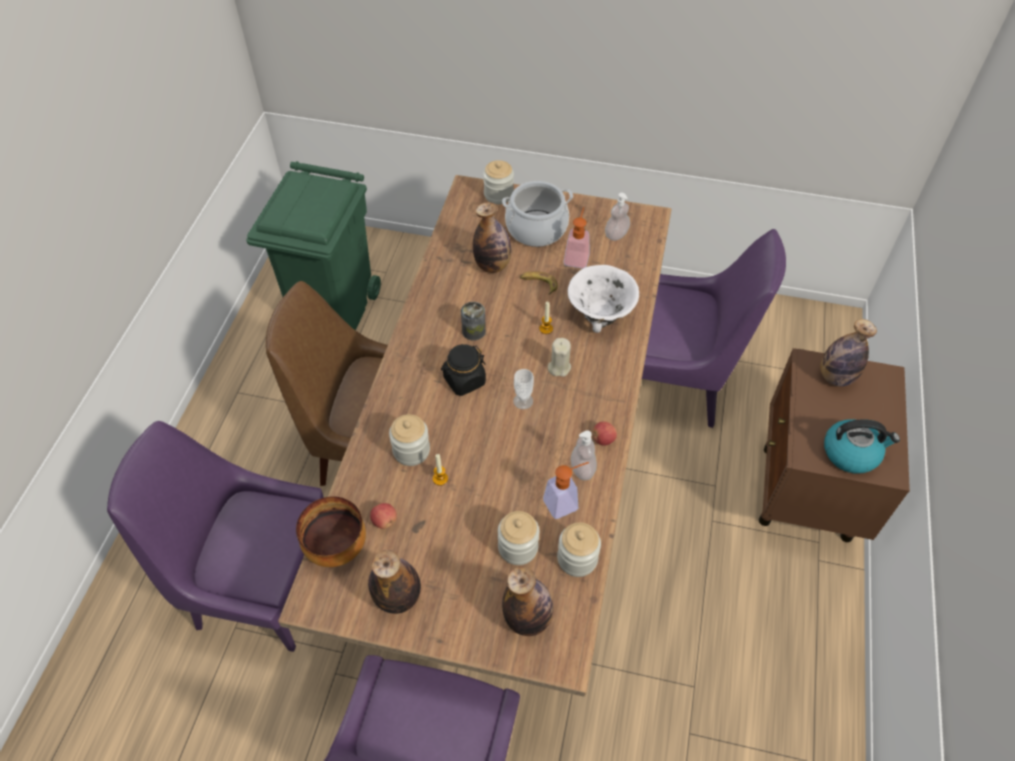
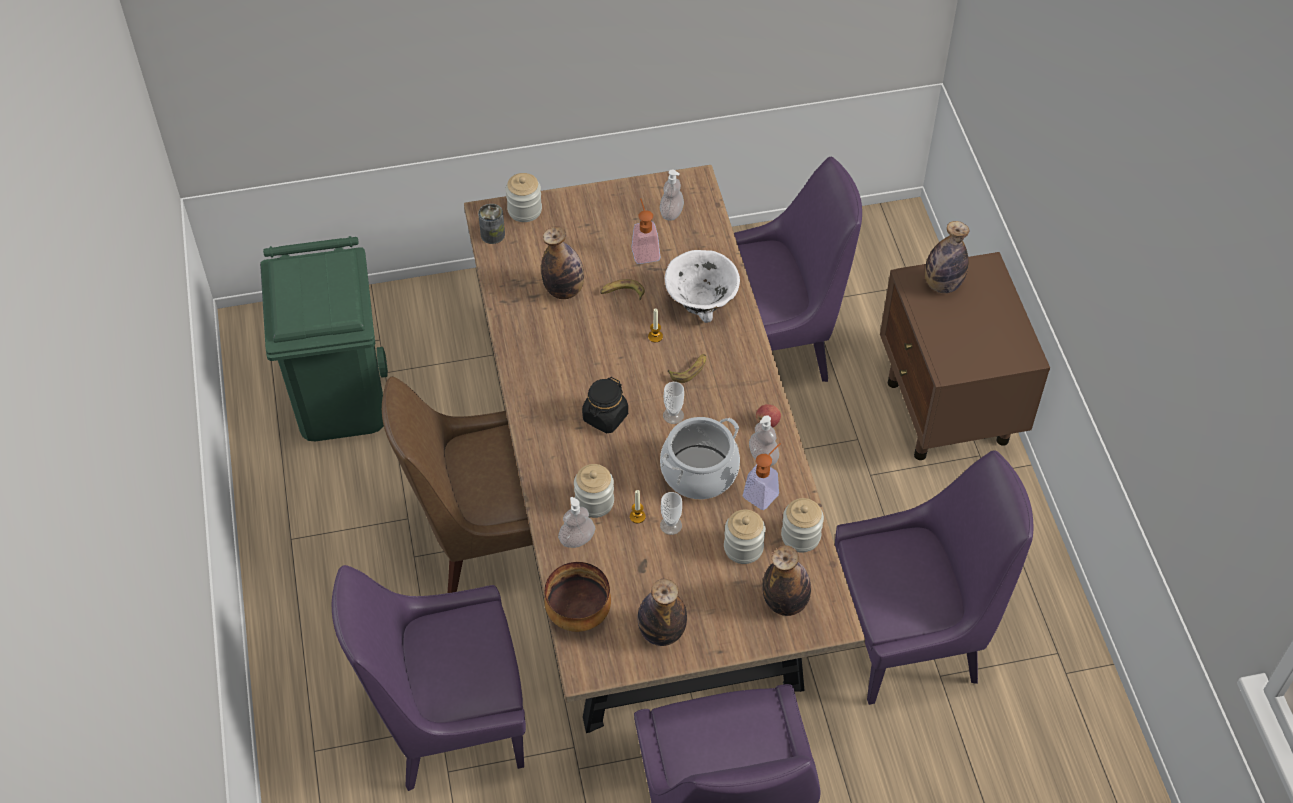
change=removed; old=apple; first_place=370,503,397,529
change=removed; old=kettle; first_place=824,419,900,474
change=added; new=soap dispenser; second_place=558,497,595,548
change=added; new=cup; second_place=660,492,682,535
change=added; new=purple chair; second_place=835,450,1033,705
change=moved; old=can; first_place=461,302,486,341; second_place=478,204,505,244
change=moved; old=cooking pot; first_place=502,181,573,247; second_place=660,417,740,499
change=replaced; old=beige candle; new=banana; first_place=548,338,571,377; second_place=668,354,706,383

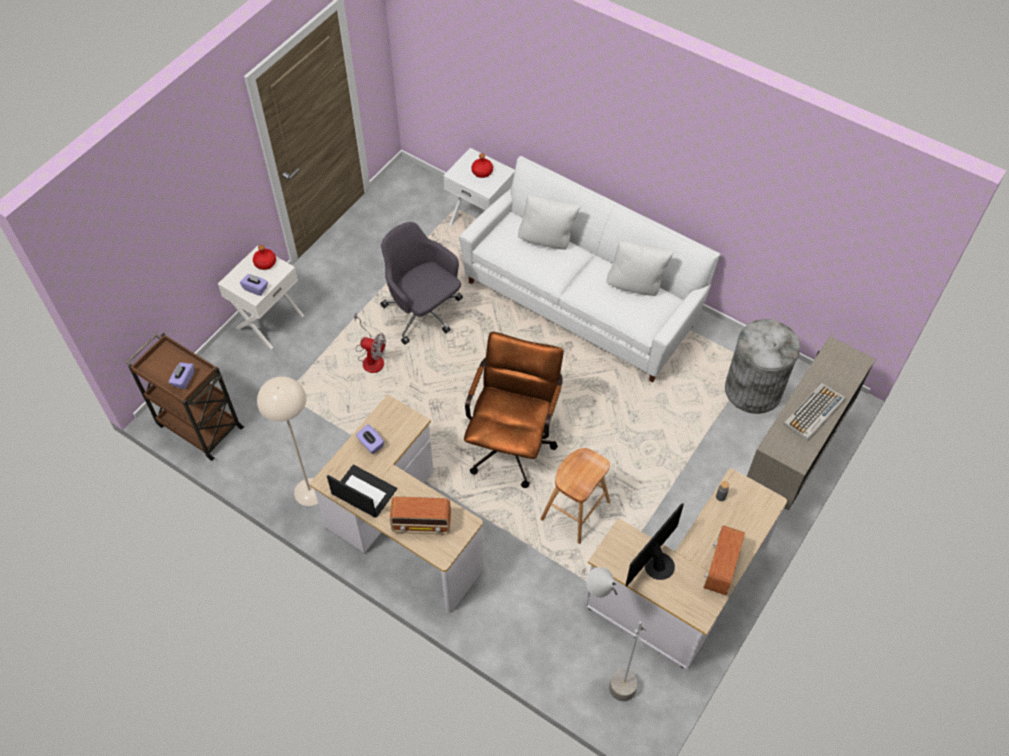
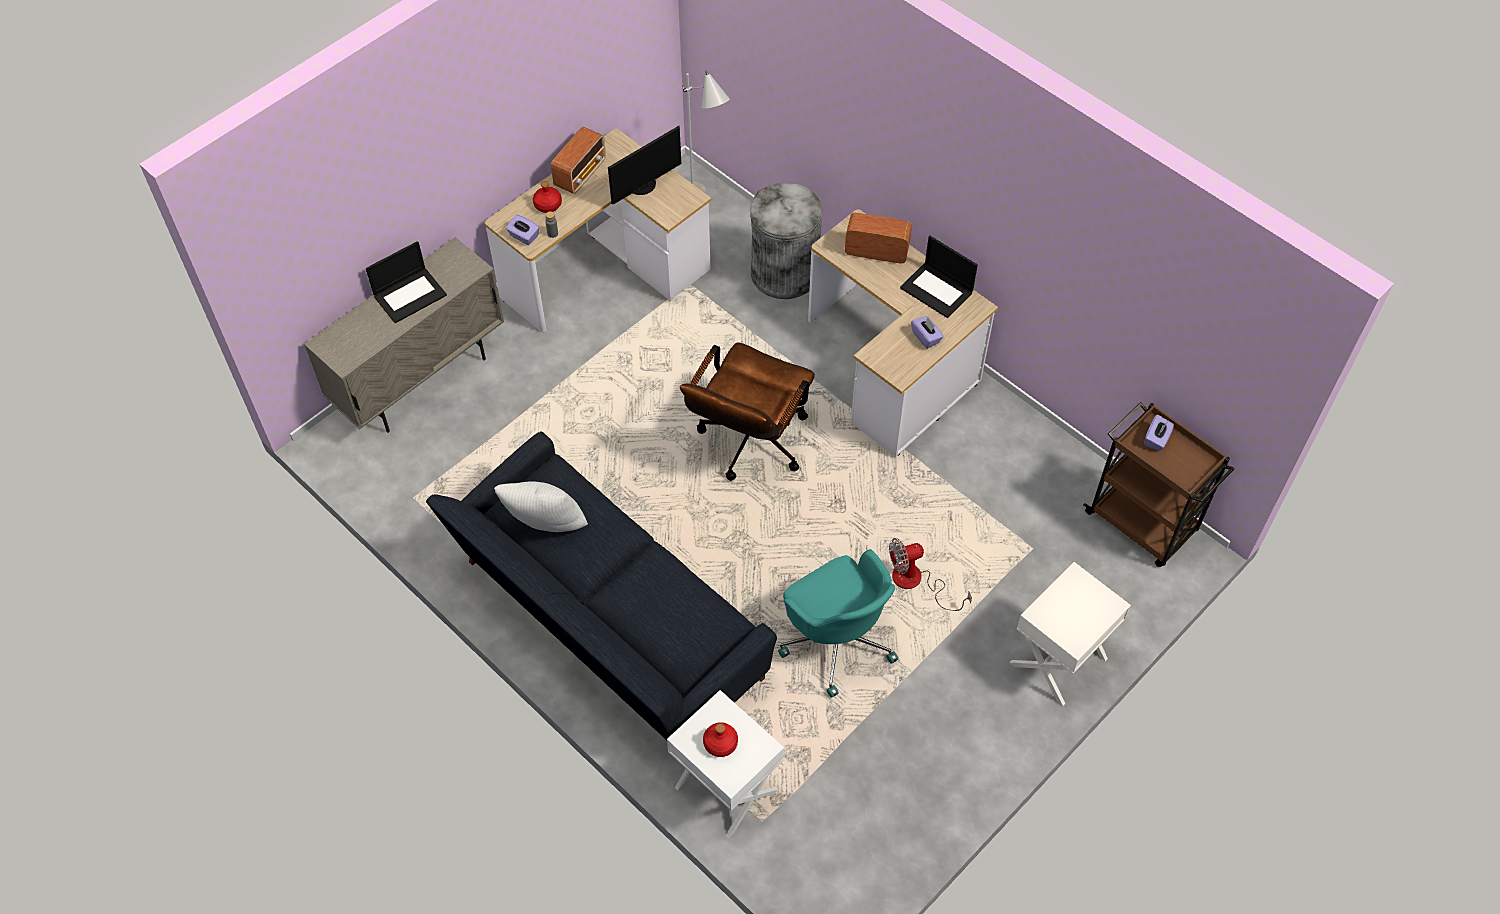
change=removed; old=beige floor lamp; first_place=257,376,318,506
change=removed; old=white pillow; first_place=518,195,581,250
change=removed; old=brown stool; first_place=541,448,611,544
change=moved; old=purple tissue box; first_place=240,274,268,296; second_place=506,214,540,245
change=moved; old=red bottle; first_place=253,245,276,270; second_place=533,181,562,213
change=moved; old=grey trash can; first_place=725,319,800,414; second_place=750,183,822,299
change=replaced; old=keyboard; new=laptop; first_place=783,383,846,442; second_place=366,241,447,323
change=recoloured; old=grey office chair; new=turquoise office chair; first_place=380,222,463,345; second_place=778,549,898,698
change=recoloured; old=white sofa; new=black sofa; first_place=459,156,720,382; second_place=426,431,777,740
change=turned; old=fan; first_place=354,313,386,373; second_place=889,538,972,611; degrees=-45

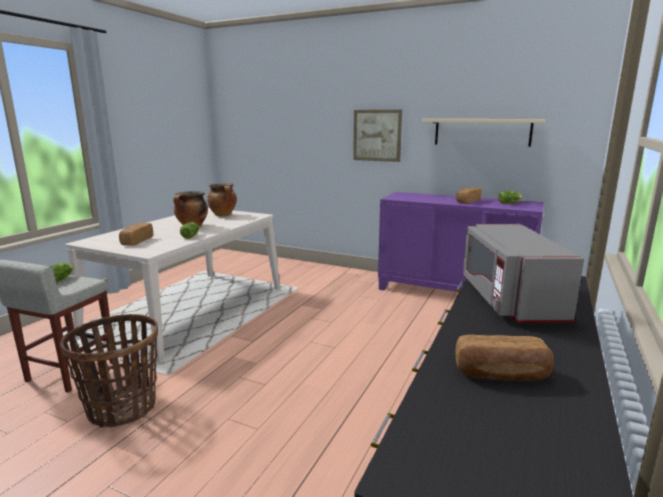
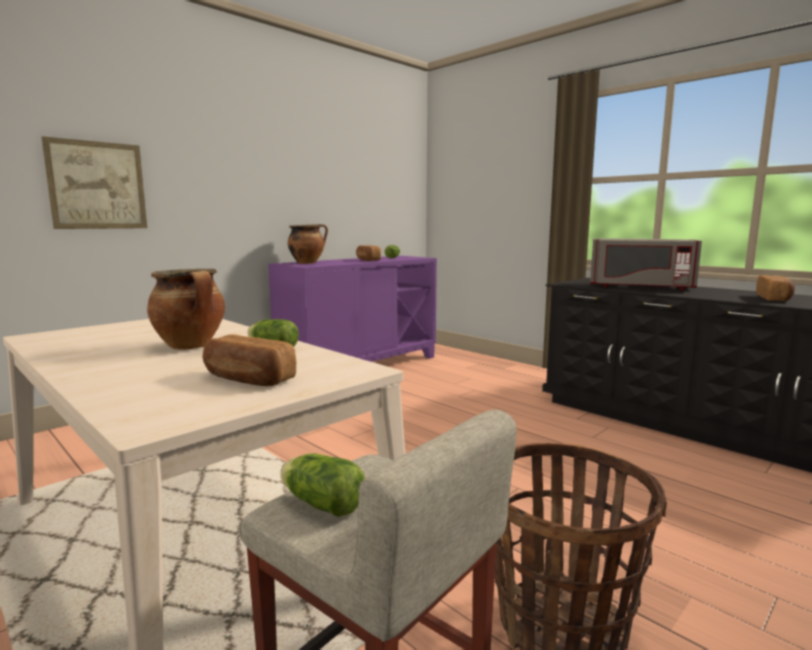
change=removed; old=beige shelf; first_place=422,119,545,147
change=moved; old=cooking pot; first_place=207,183,237,216; second_place=288,224,328,264
change=moved; old=picture; first_place=353,110,402,162; second_place=41,136,147,229

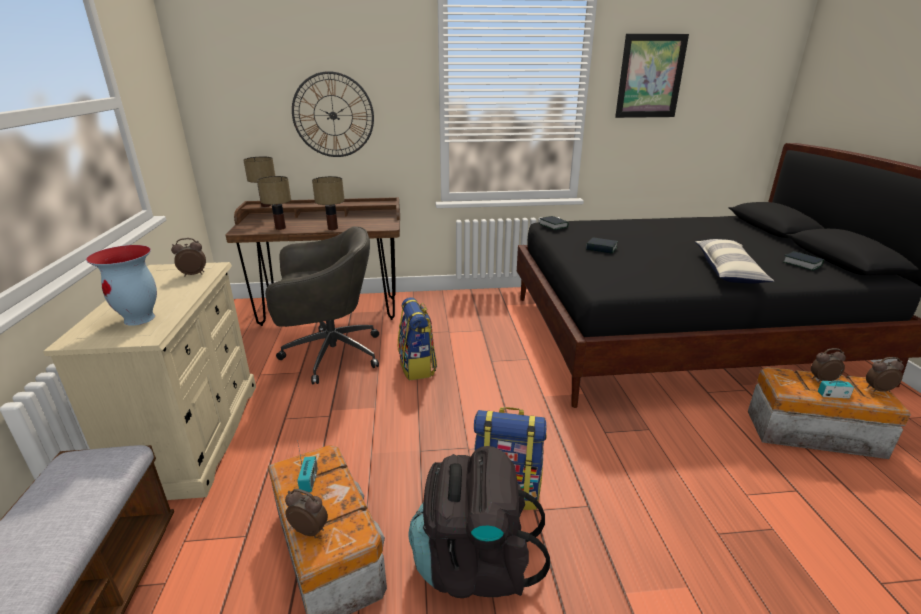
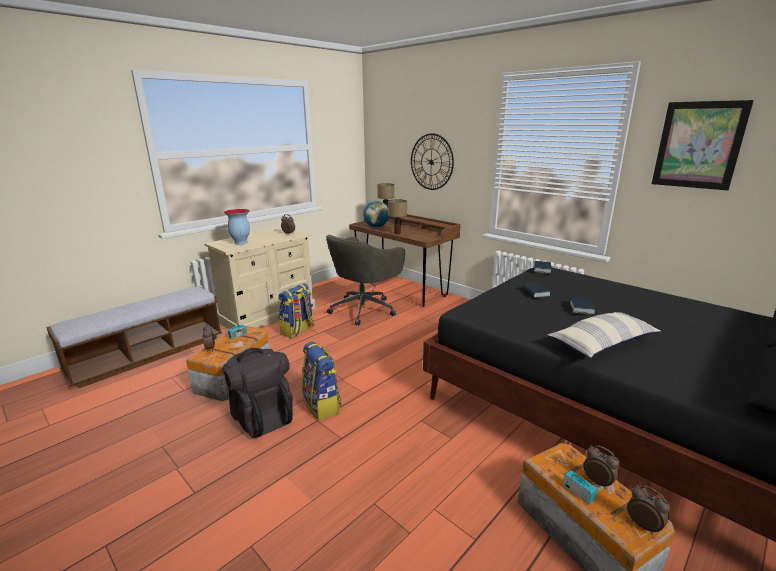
change=moved; old=backpack; first_place=398,297,437,380; second_place=278,283,314,338
change=moved; old=book; first_place=783,251,824,271; second_place=569,297,596,315
change=replaced; old=table lamp; new=globe; first_place=257,176,291,230; second_place=363,201,389,228
change=turned; old=grey office chair; first_place=265,227,379,384; second_place=326,235,405,325; degrees=90

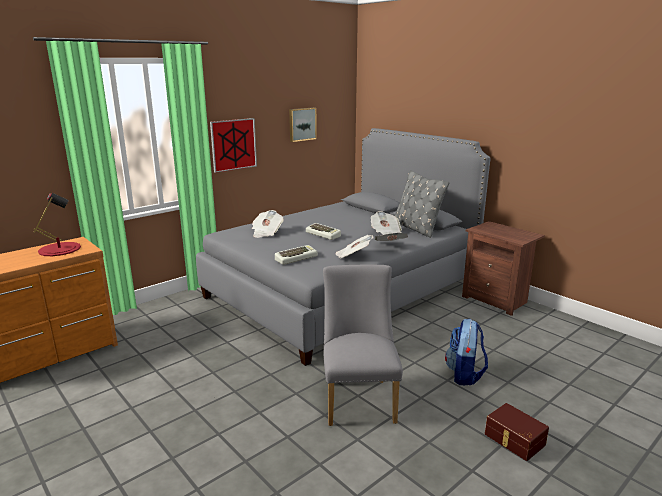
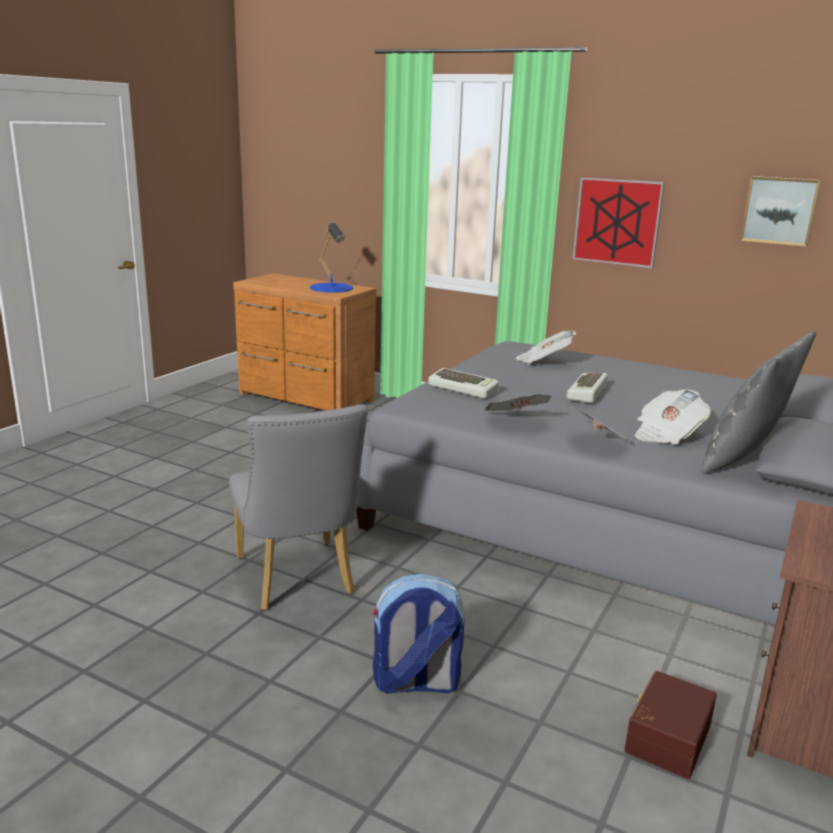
change=moved; old=brown storage box; first_place=485,403,549,461; second_place=624,671,717,779
change=recoloured; old=red table lamp; new=blue table lamp; first_place=33,193,81,256; second_place=310,223,353,293
change=turned; old=grey chair; first_place=323,265,403,426; second_place=229,404,368,610; degrees=90

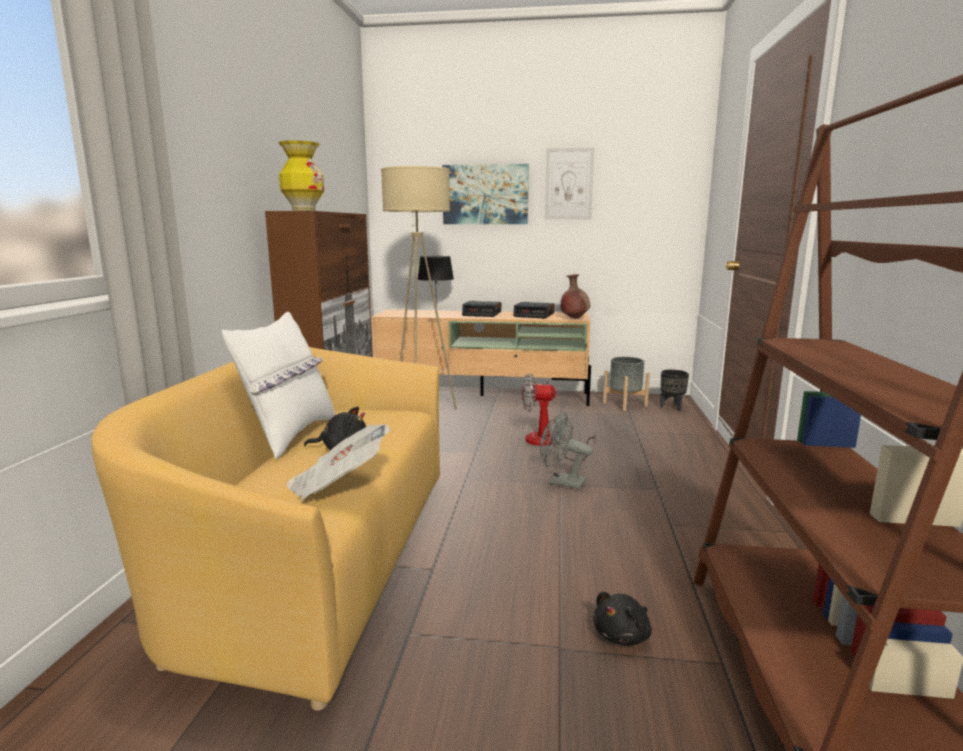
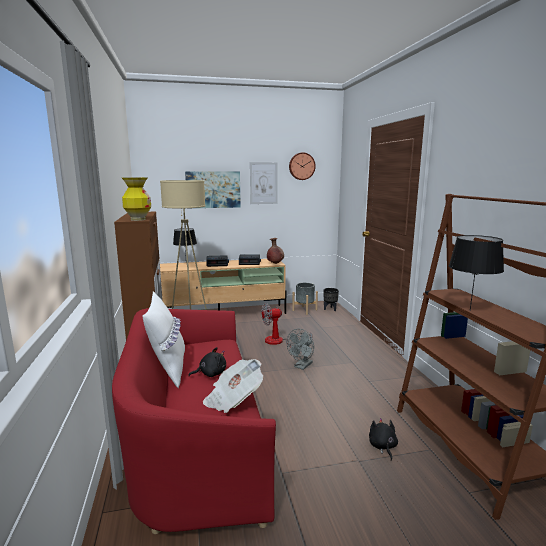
change=added; new=wall clock; second_place=289,152,316,180
change=added; new=black table lamp; second_place=449,235,504,310
change=recoloured; old=yellow sofa; new=red sofa; first_place=91,347,440,711; second_place=112,308,276,534
change=turned; old=grey fan; first_place=540,413,593,489; second_place=286,329,314,370; degrees=-60
change=turned; old=black plush toy; first_place=593,591,652,645; second_place=369,418,398,461; degrees=150

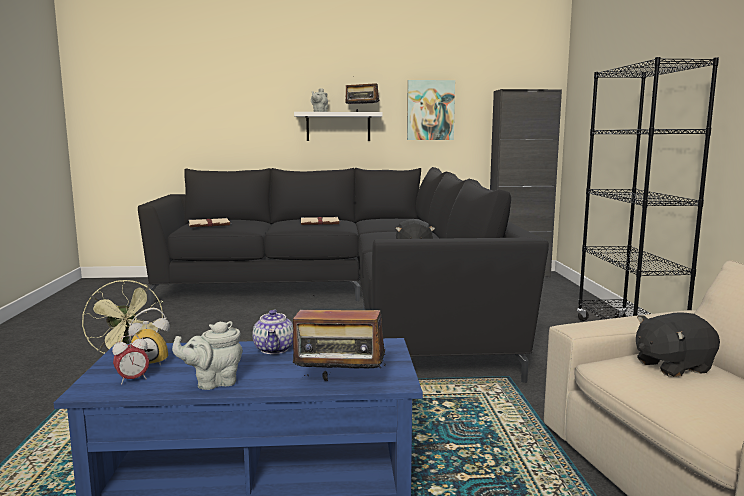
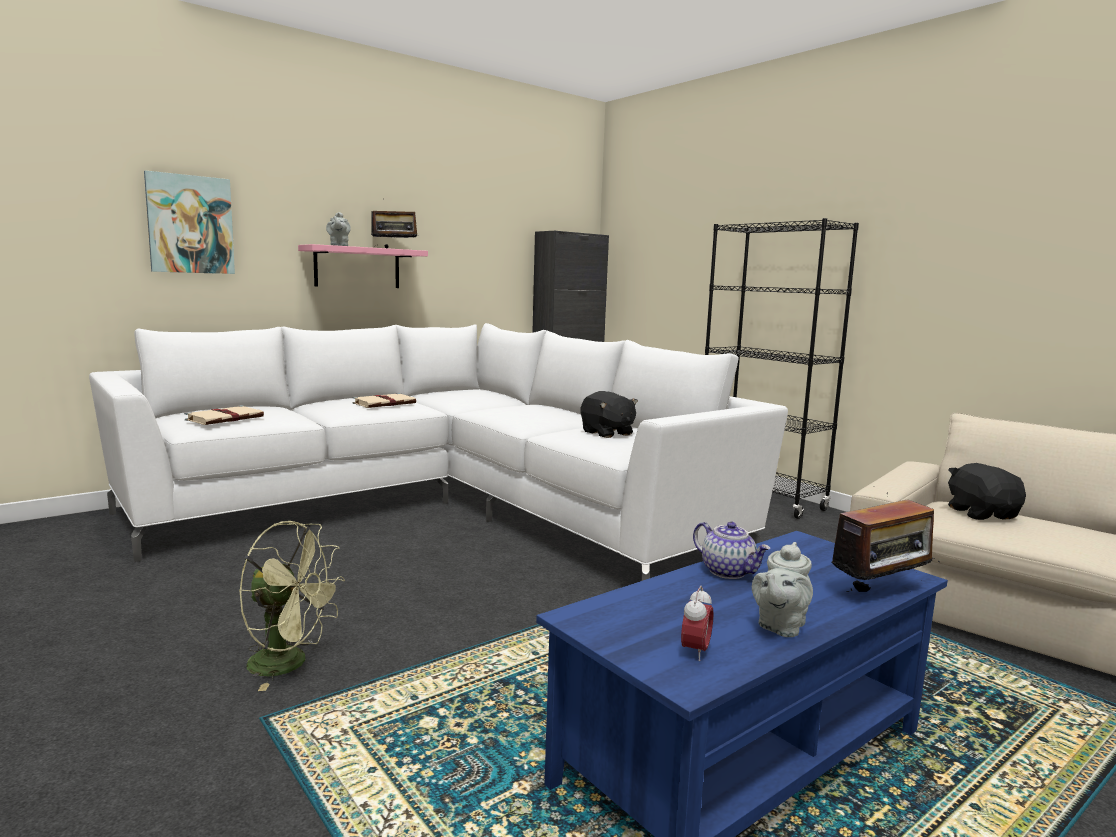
change=removed; old=alarm clock; first_place=128,308,170,366
change=moved; old=picture; first_place=407,80,455,140; second_place=144,170,235,274
change=recoloured; old=black sofa; new=white sofa; first_place=138,167,549,383; second_place=89,323,788,581
change=recoloured; old=white shelf; new=pink shelf; first_place=294,112,383,141; second_place=298,244,428,288
change=turned; old=black plush toy; first_place=636,312,720,377; second_place=948,463,1026,520; degrees=135

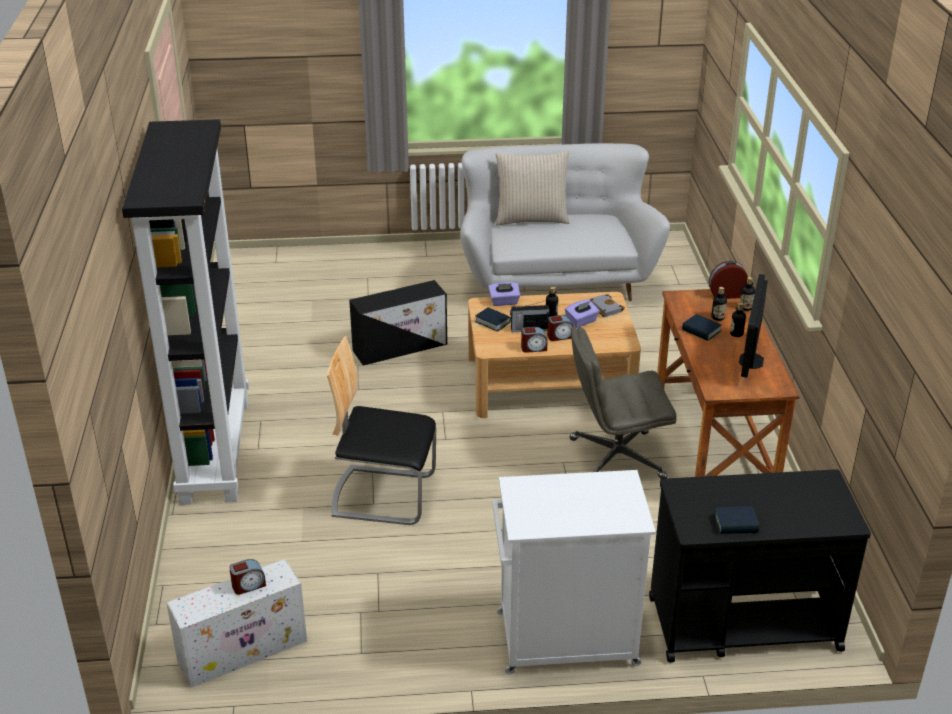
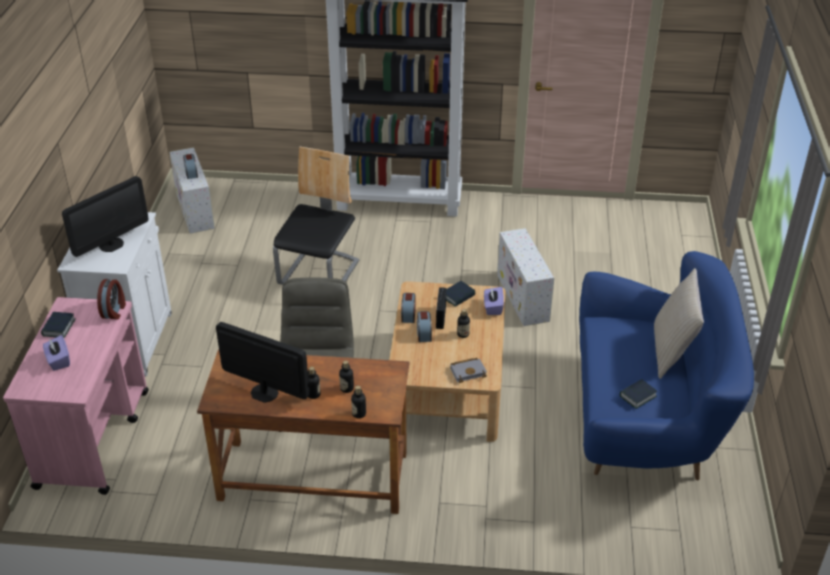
change=added; new=monitor; second_place=62,176,148,257
change=moved; old=purple tissue box; first_place=565,300,600,328; second_place=43,335,70,371
change=moved; old=book; first_place=682,314,721,341; second_place=620,379,657,409
change=moved; old=alarm clock; first_place=709,261,748,299; second_place=97,279,126,320
change=recoloured; old=black storage box; new=white storage box; first_place=349,280,447,365; second_place=497,228,554,326
change=recoloured; old=white sofa; new=blue sofa; first_place=460,143,670,301; second_place=579,251,754,480
change=recoloured; old=black cart; new=pink cart; first_place=649,469,871,663; second_place=3,297,149,495

